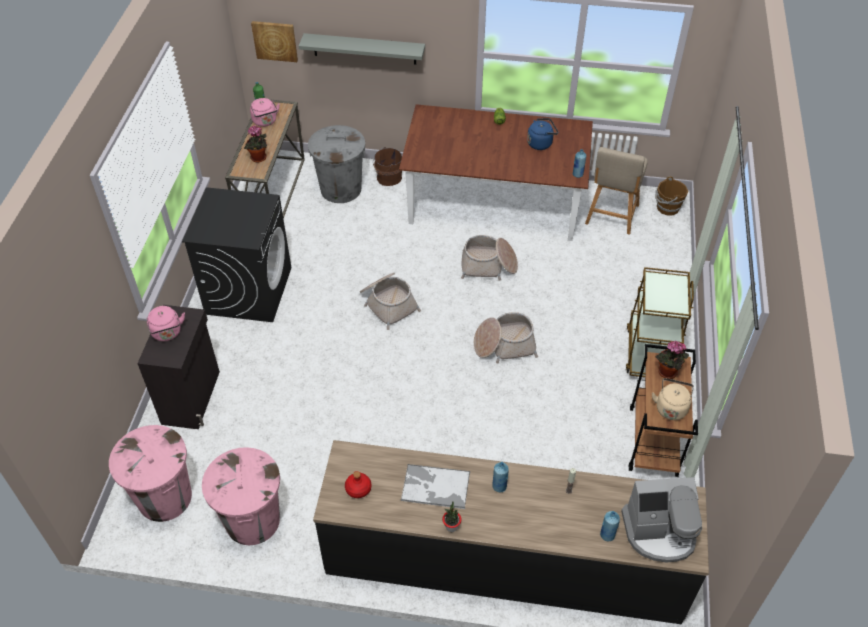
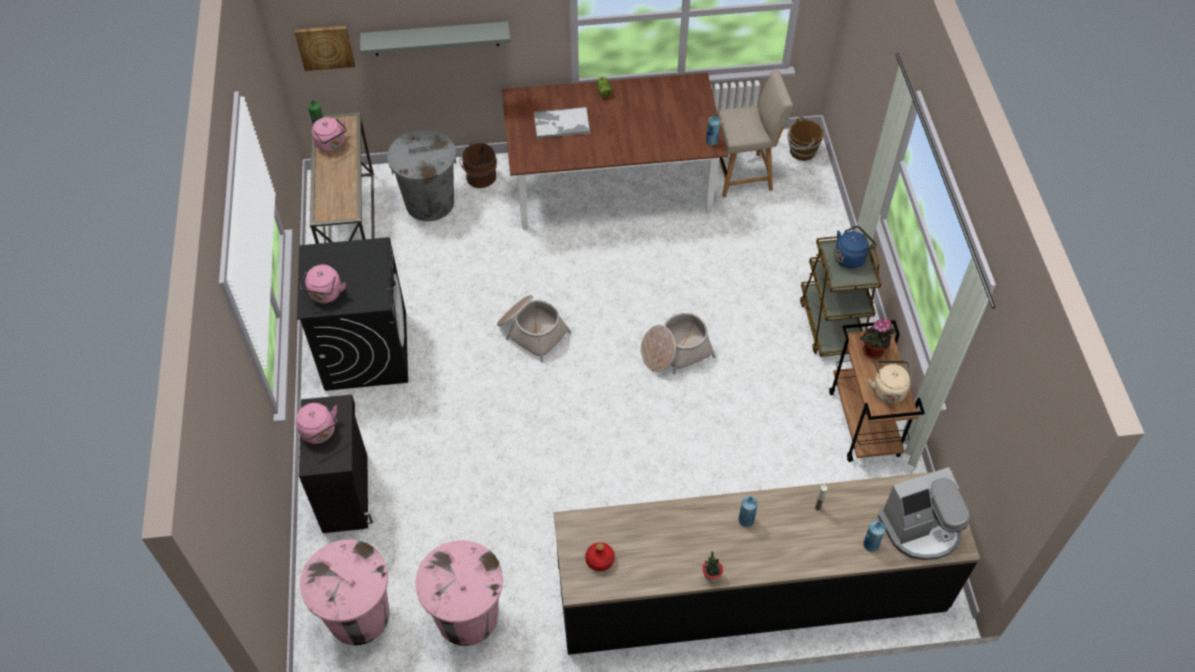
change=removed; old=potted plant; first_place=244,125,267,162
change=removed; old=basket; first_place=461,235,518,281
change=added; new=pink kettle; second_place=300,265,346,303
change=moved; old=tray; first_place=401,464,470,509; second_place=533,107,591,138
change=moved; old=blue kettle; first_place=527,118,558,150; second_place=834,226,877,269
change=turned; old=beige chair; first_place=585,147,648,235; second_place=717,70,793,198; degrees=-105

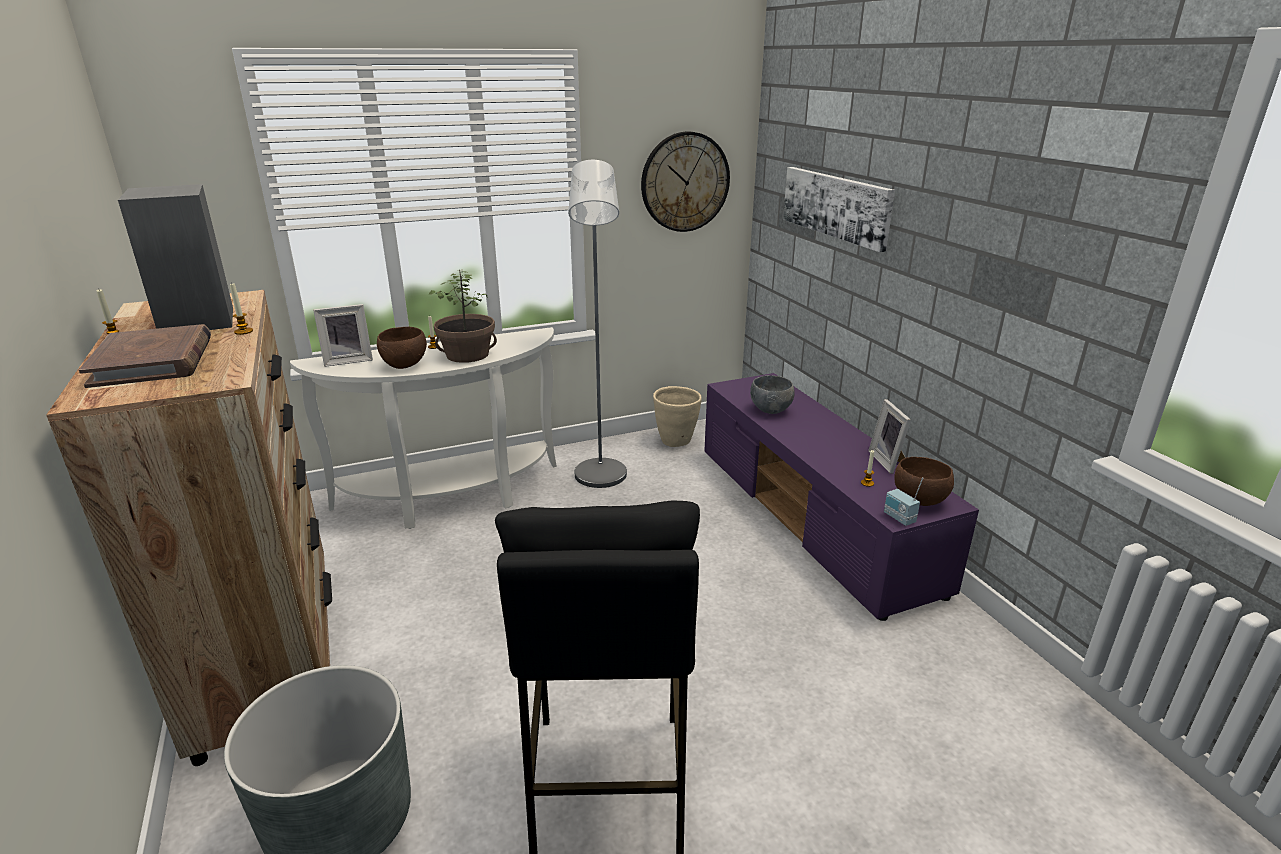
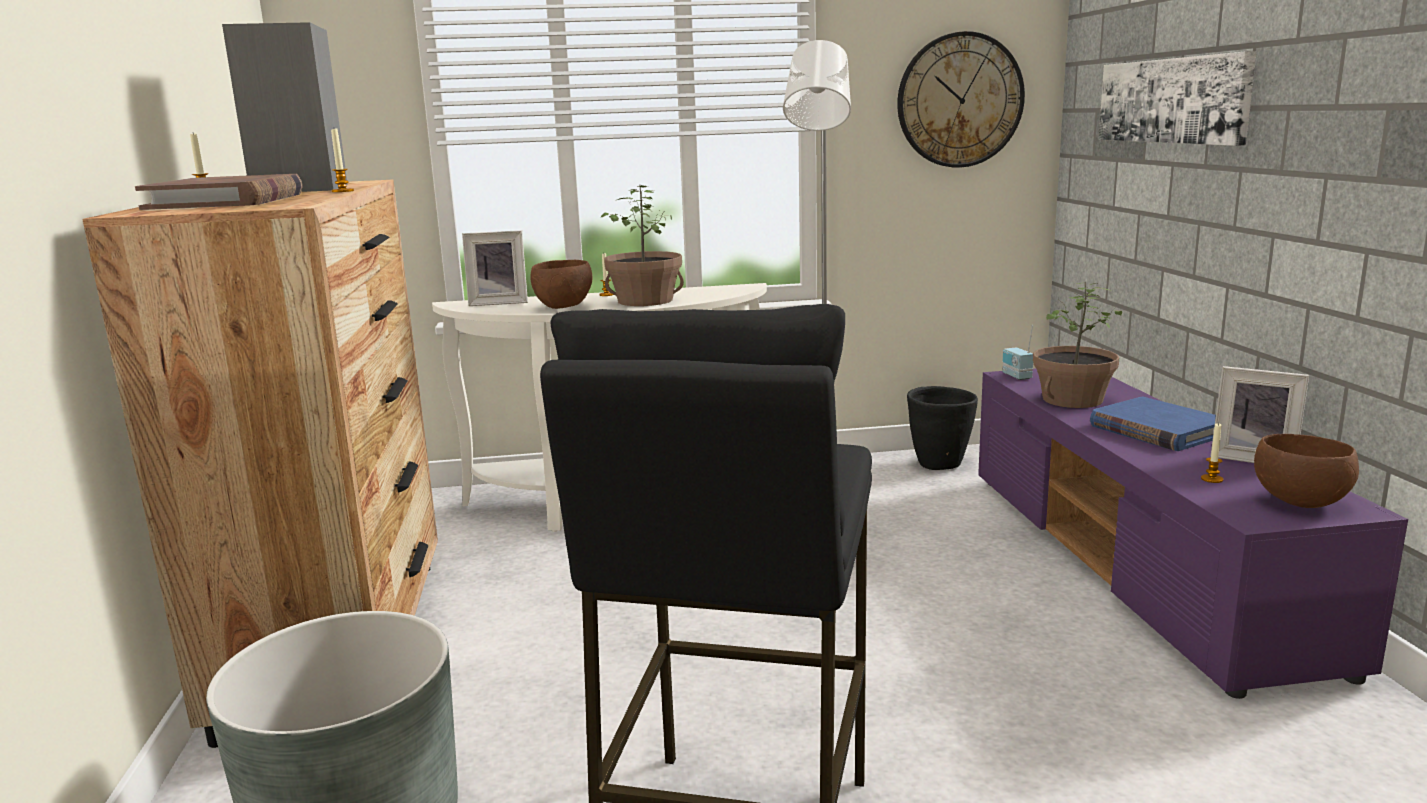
change=added; new=blue book; second_place=1090,397,1216,451
change=moved; old=radio; first_place=884,477,923,526; second_place=1002,325,1033,380
change=replaced; old=grey bowl; new=potted plant; first_place=750,375,795,414; second_place=1033,282,1122,408
change=recoloured; old=beige planter; new=black planter; first_place=653,386,702,447; second_place=907,386,978,470
change=turned; old=picture frame; first_place=868,399,911,474; second_place=1210,366,1309,463; degrees=-60

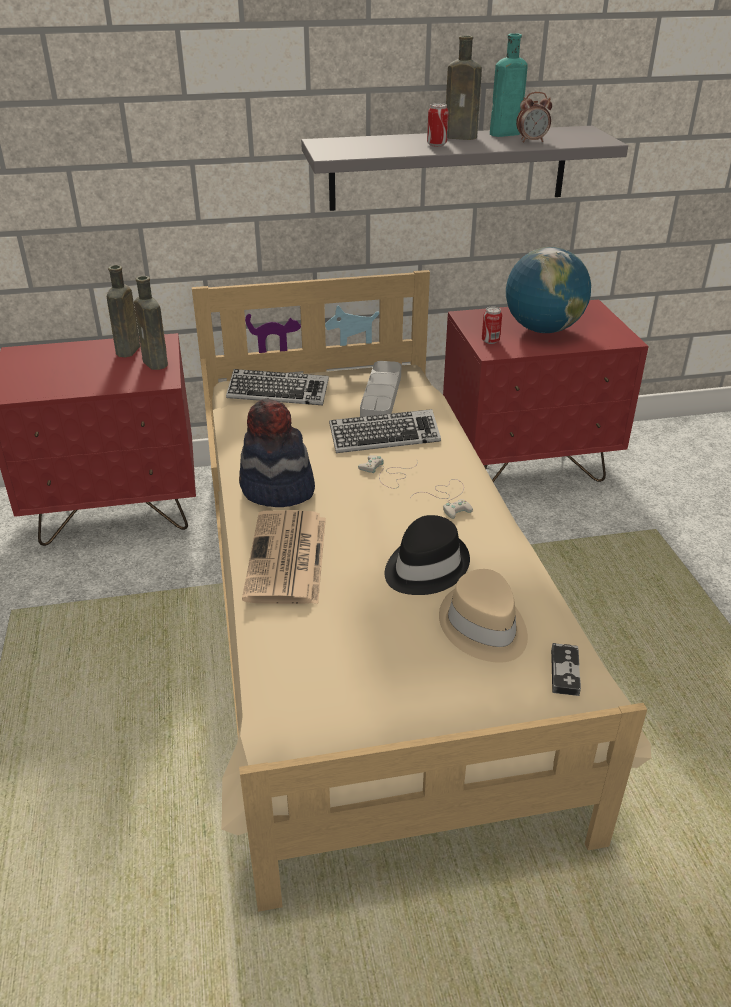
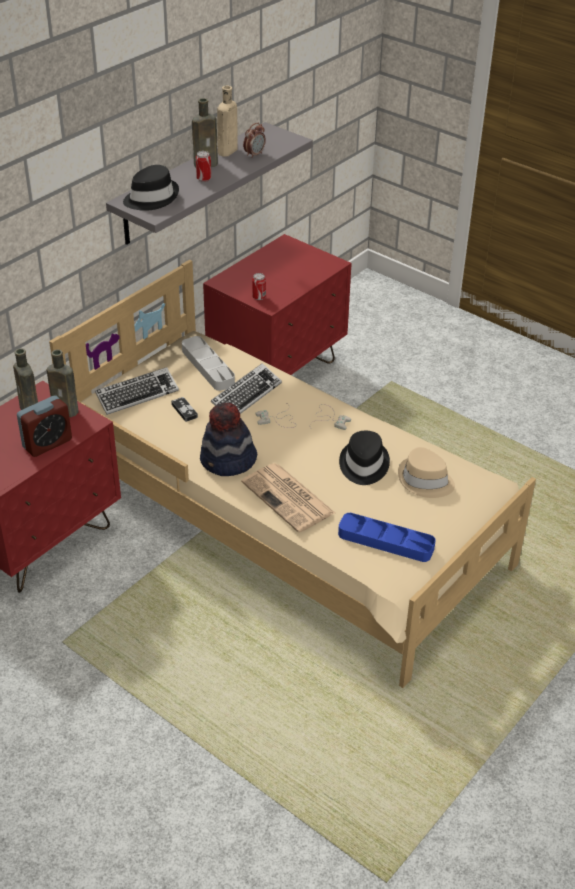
change=removed; old=globe; first_place=506,247,591,333
change=added; new=alarm clock; second_place=17,396,72,457
change=added; new=black hat; second_place=123,165,179,211
change=added; new=blue tray; second_place=338,513,436,562
change=moved; old=game controller; first_place=551,643,581,696; second_place=171,397,198,422
change=recoloured; old=turquoise bottle; new=beige bottle; first_place=490,33,528,137; second_place=217,85,238,157

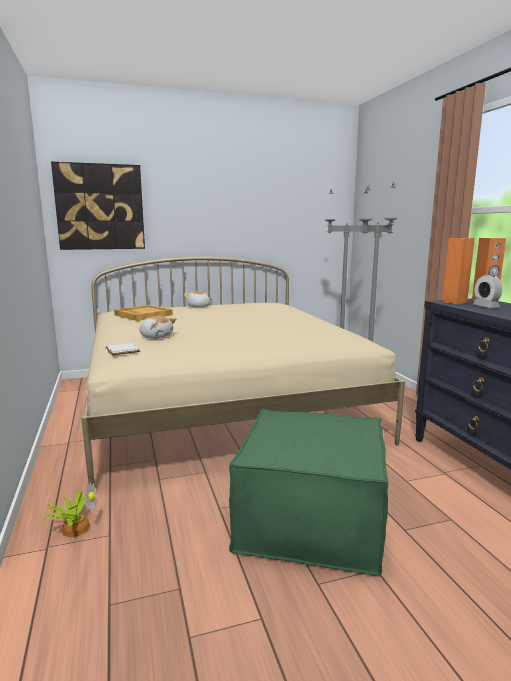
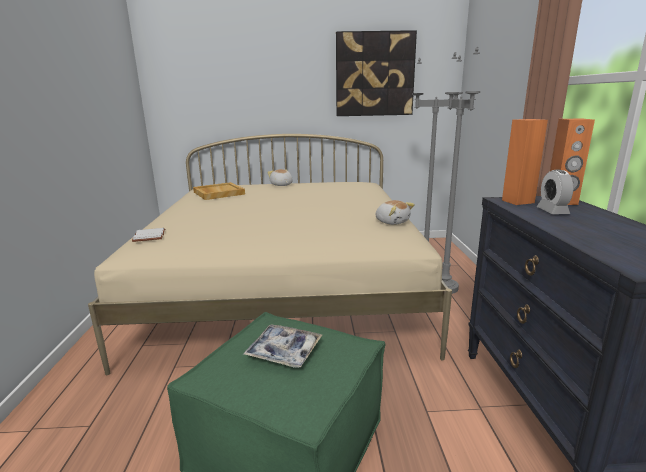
change=removed; old=potted plant; first_place=44,482,97,537
change=added; new=tray; second_place=243,324,322,368
change=moved; old=picture; first_place=51,162,145,250; second_place=336,30,417,116
change=moved; old=plush toy; first_place=139,316,176,339; second_place=376,200,415,225

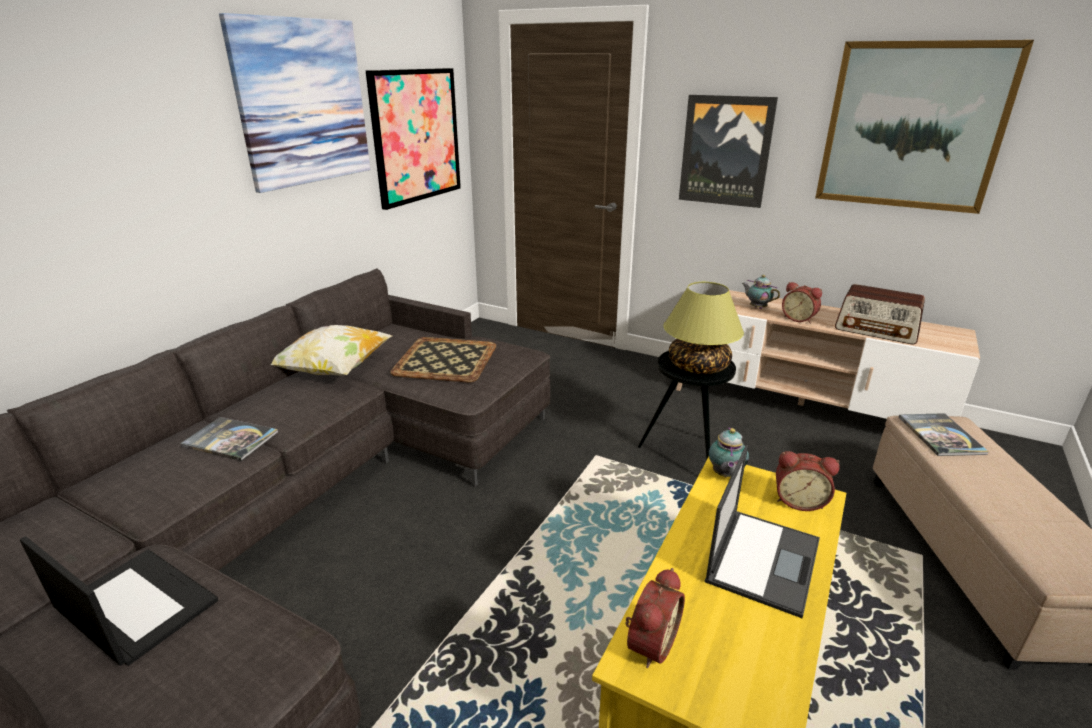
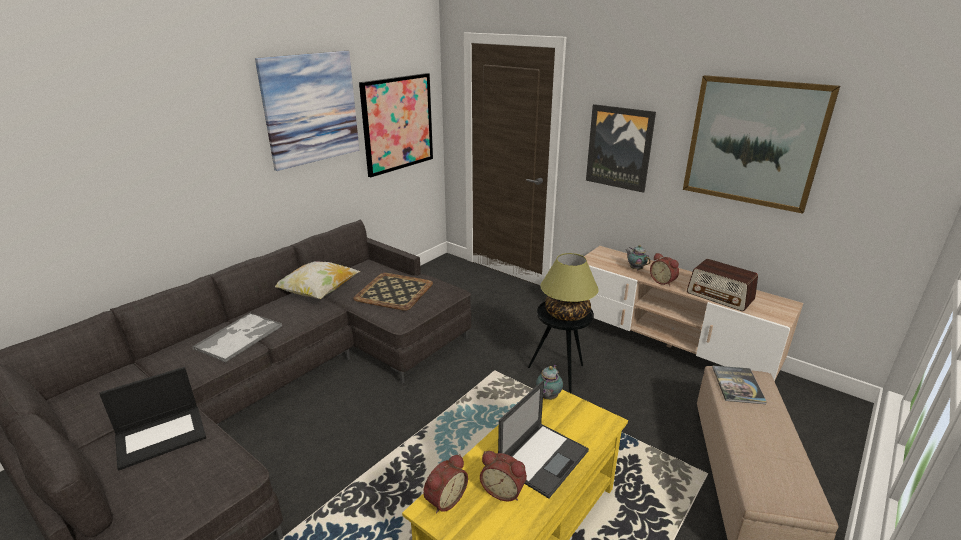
change=moved; old=alarm clock; first_place=776,451,840,511; second_place=480,451,527,501
change=replaced; old=book; new=tray; first_place=180,417,278,461; second_place=192,312,282,363
change=turned; old=laptop; first_place=20,536,218,666; second_place=100,367,206,470; degrees=105

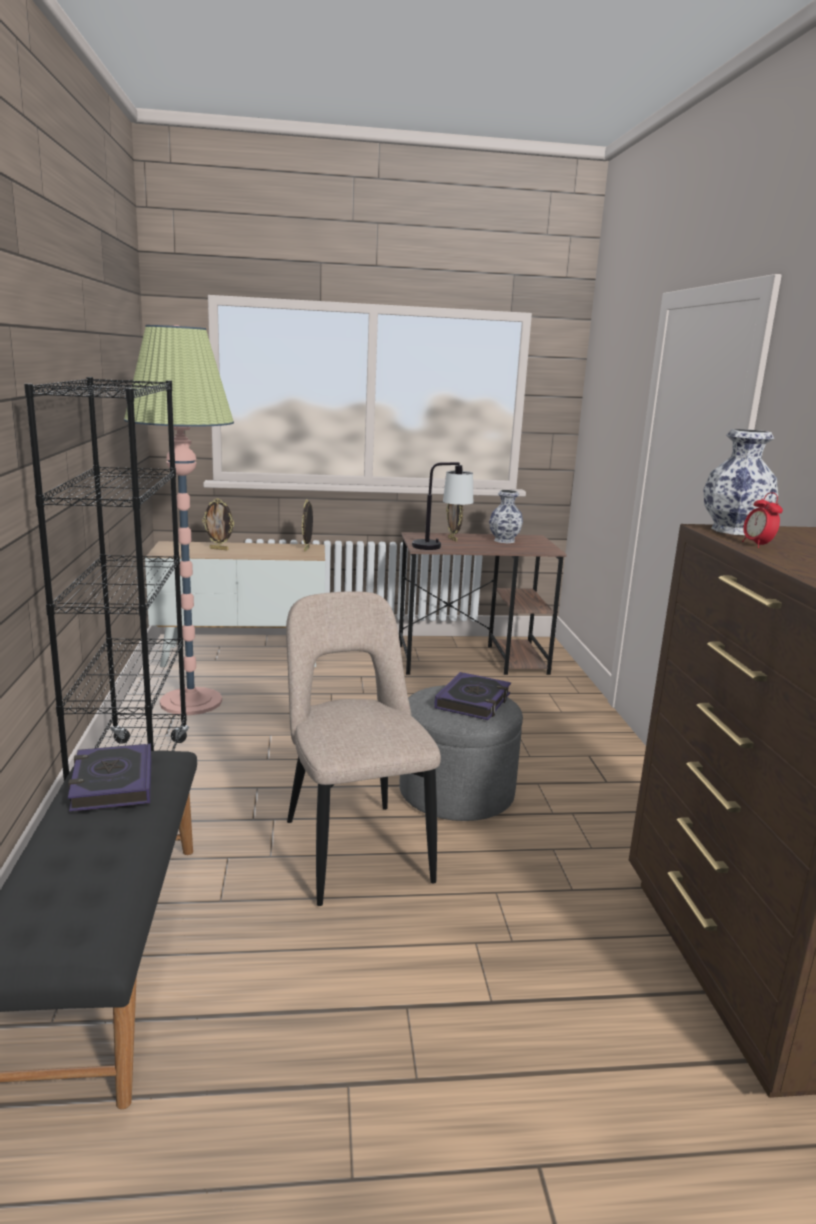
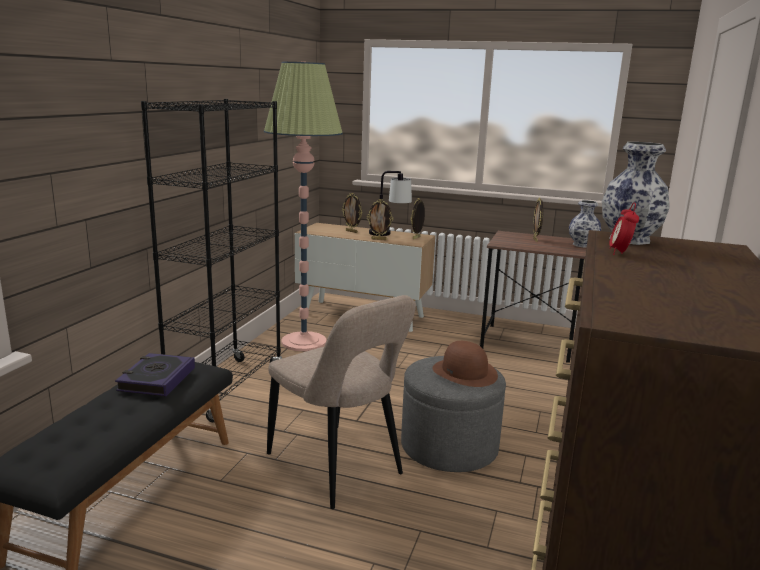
change=added; new=picture frame; second_place=367,199,393,240
change=moved; old=table lamp; first_place=412,462,473,550; second_place=369,171,412,236
change=replaced; old=book; new=brown hat; first_place=434,672,511,720; second_place=432,341,498,387
change=turned; old=beige chair; first_place=286,591,441,906; second_place=267,295,416,509; degrees=135

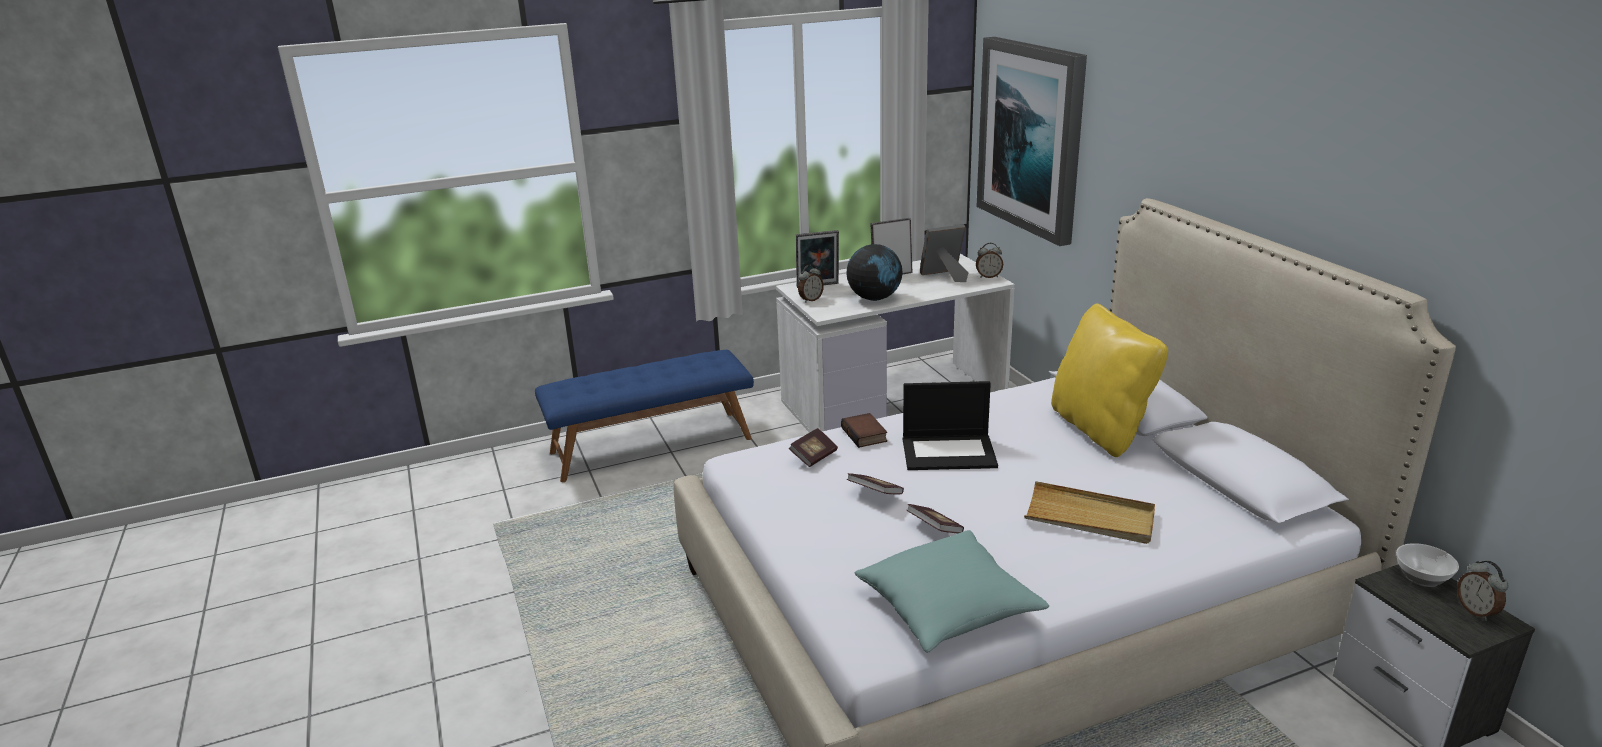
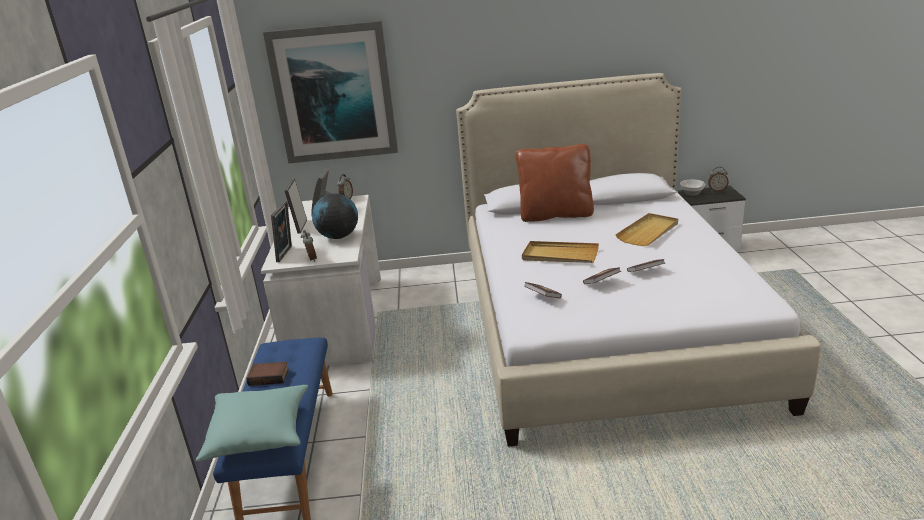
change=moved; old=book; first_place=841,413,887,448; second_place=246,362,289,386
change=moved; old=turquoise pillow; first_place=855,530,1049,653; second_place=196,385,308,462
change=replaced; old=laptop; new=beige tray; first_place=903,381,998,470; second_place=522,241,599,263
change=recoloured; old=yellow pillow; new=brown pillow; first_place=1051,303,1168,457; second_place=516,144,594,222

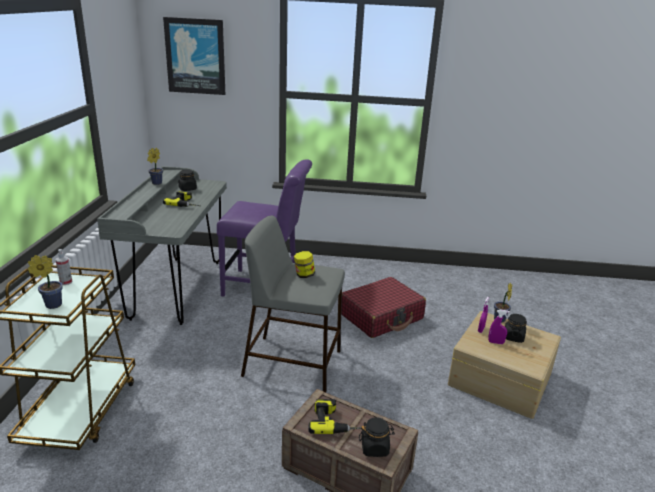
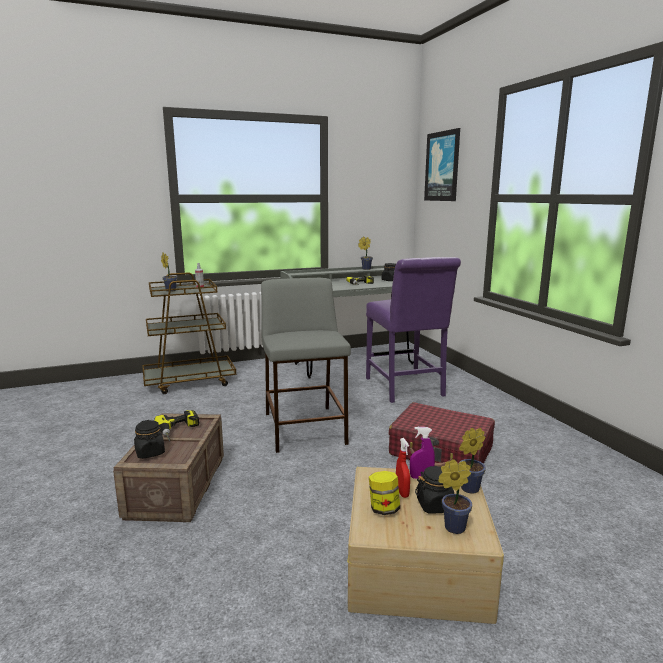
change=added; new=potted plant; second_place=438,459,472,534
change=moved; old=jar; first_place=294,251,315,278; second_place=369,471,400,515
change=recoloured; old=purple spray bottle; new=red spray bottle; first_place=488,310,510,344; second_place=396,438,410,498

